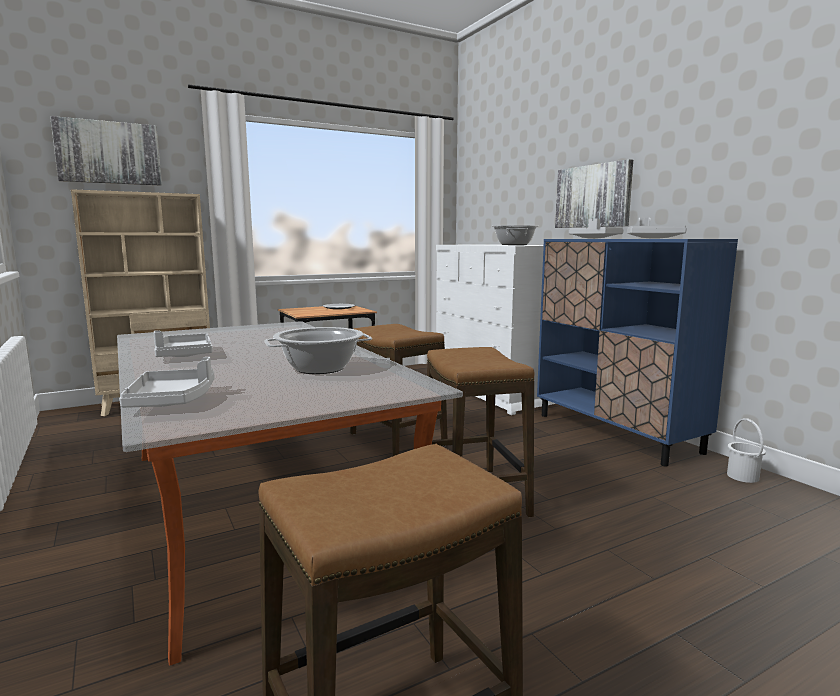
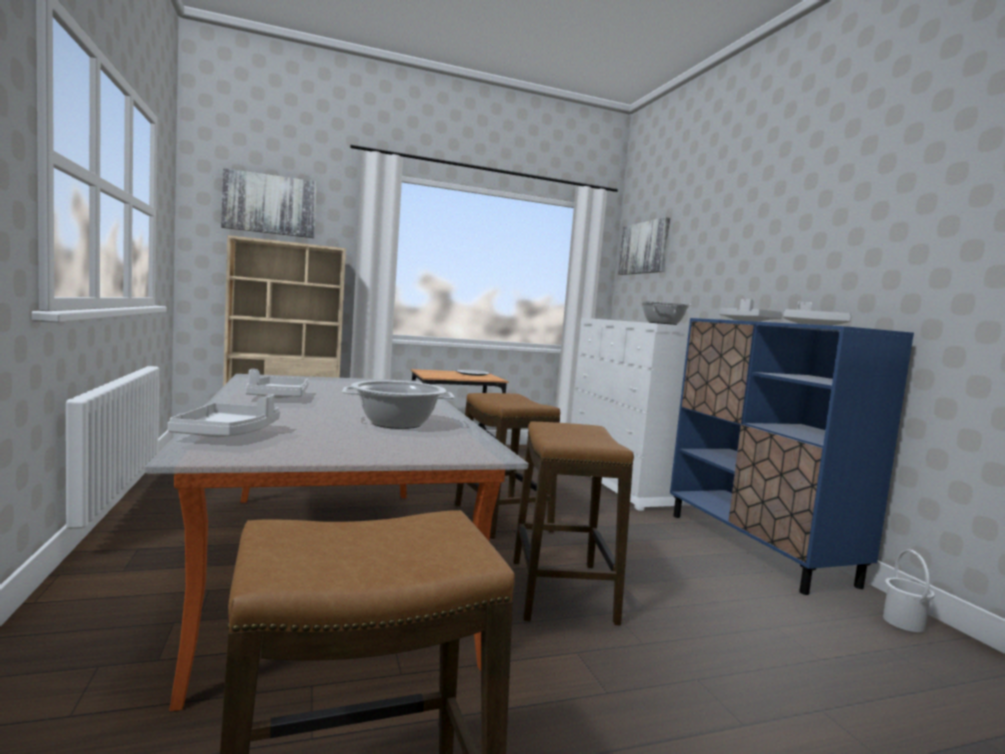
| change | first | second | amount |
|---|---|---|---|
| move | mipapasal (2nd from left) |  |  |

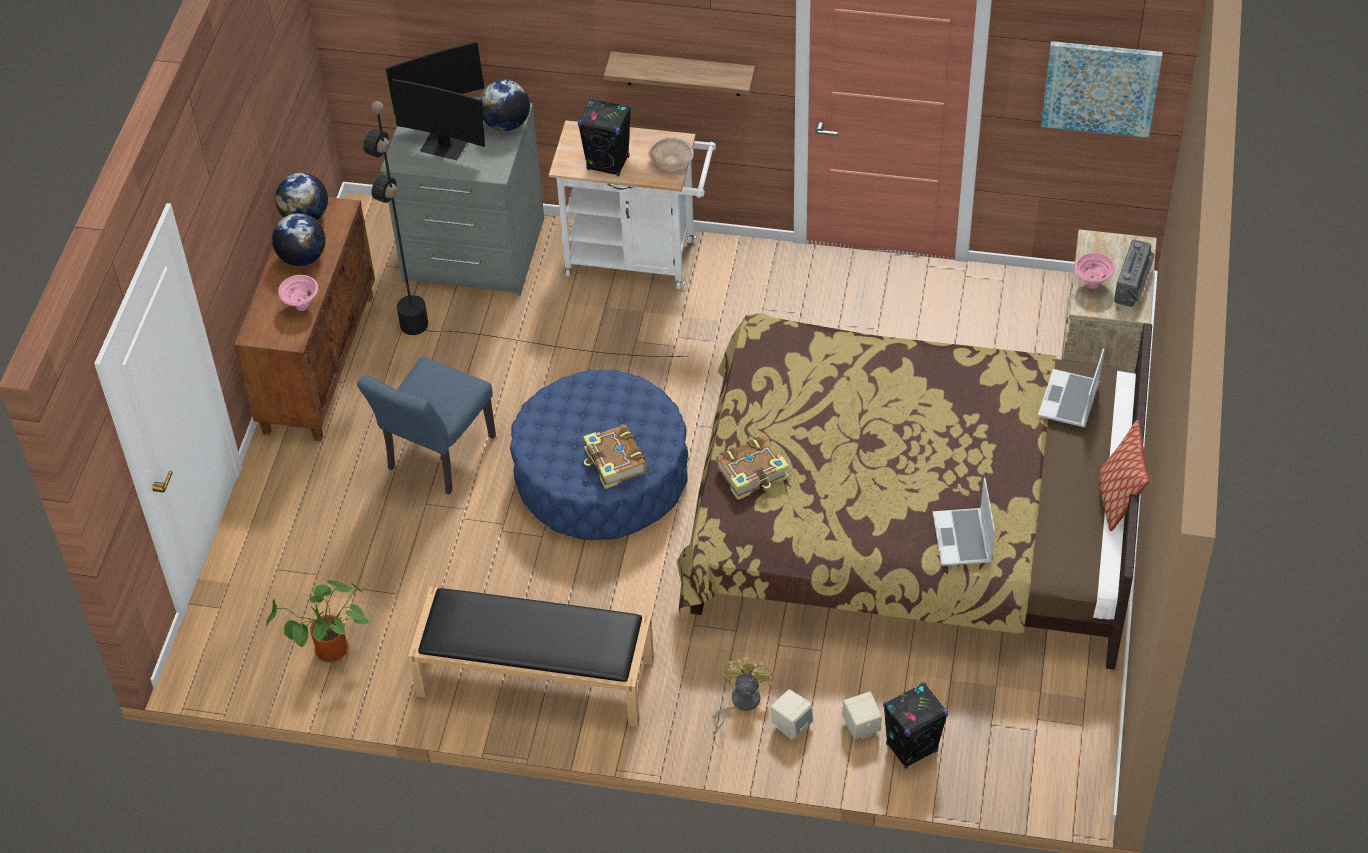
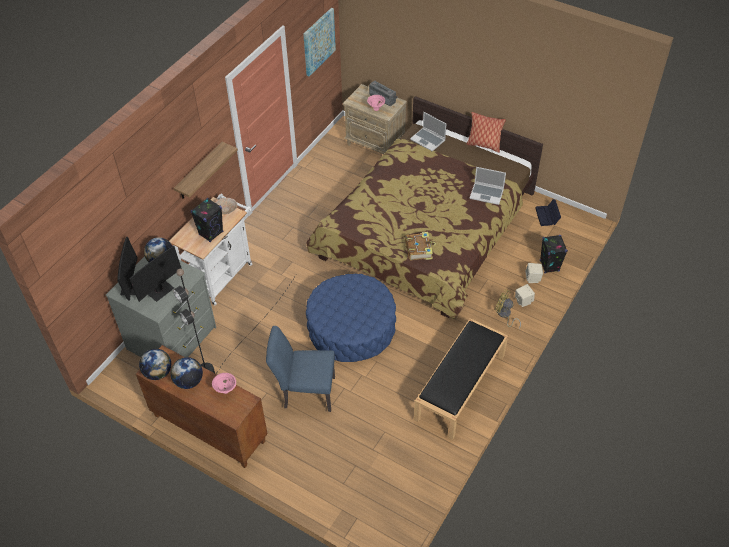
| change | first | second | amount |
|---|---|---|---|
| rotate | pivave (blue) |  | 135 degrees clockwise |
| insert |  | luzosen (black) |  |
| delete | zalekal |  |  |
| delete | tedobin (1st from left) |  |  |

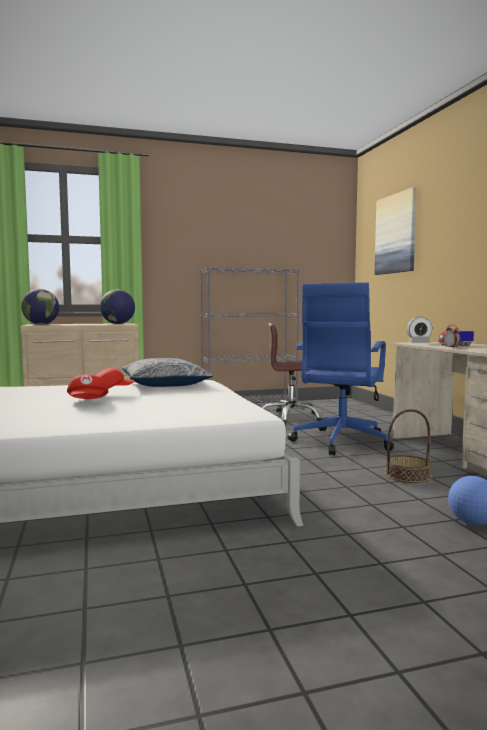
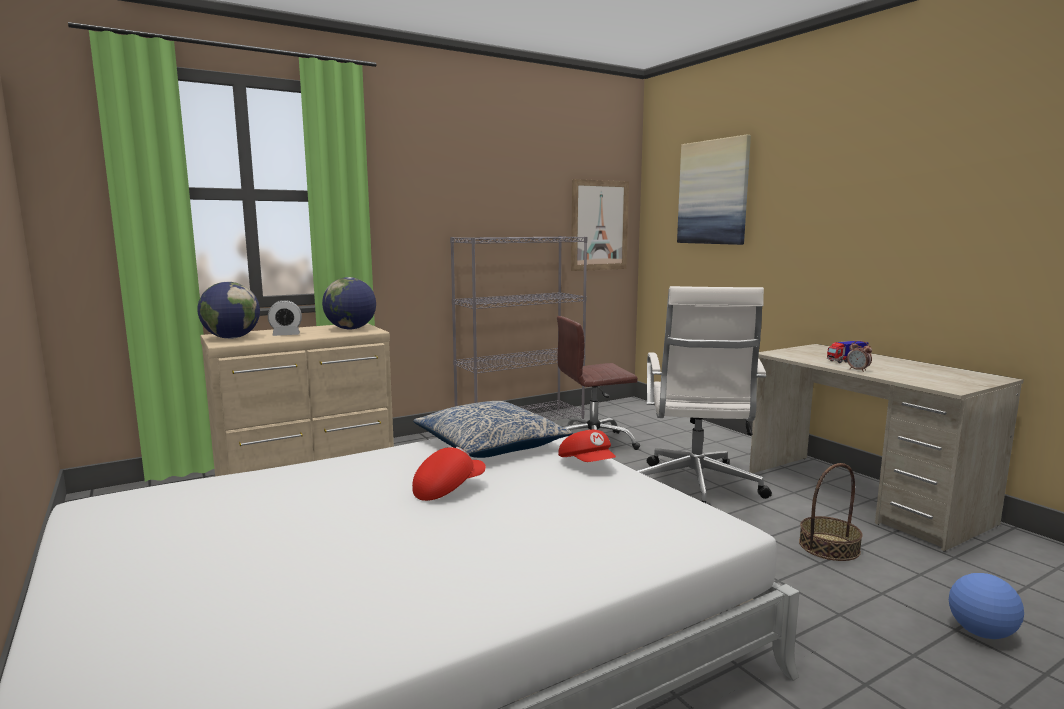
| change | first | second | amount |
|---|---|---|---|
| move | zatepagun (1st from left) |  |  |
| move | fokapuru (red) (1st from left in the first image) | fokapuru (red) (2nd from left) |  |
| insert |  | mipapasal (1st from left) |  |
| recolor | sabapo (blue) | sabapo (white) |  |

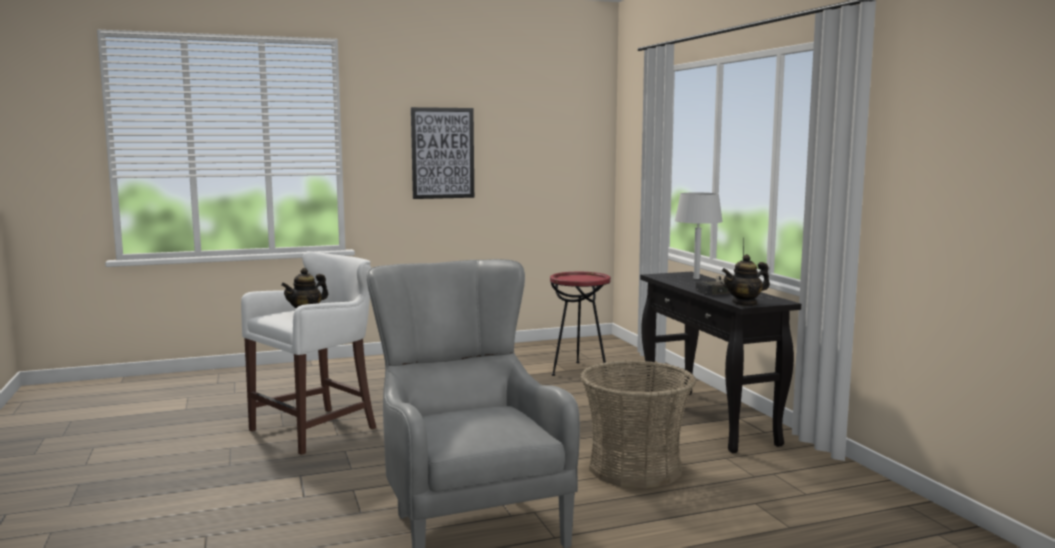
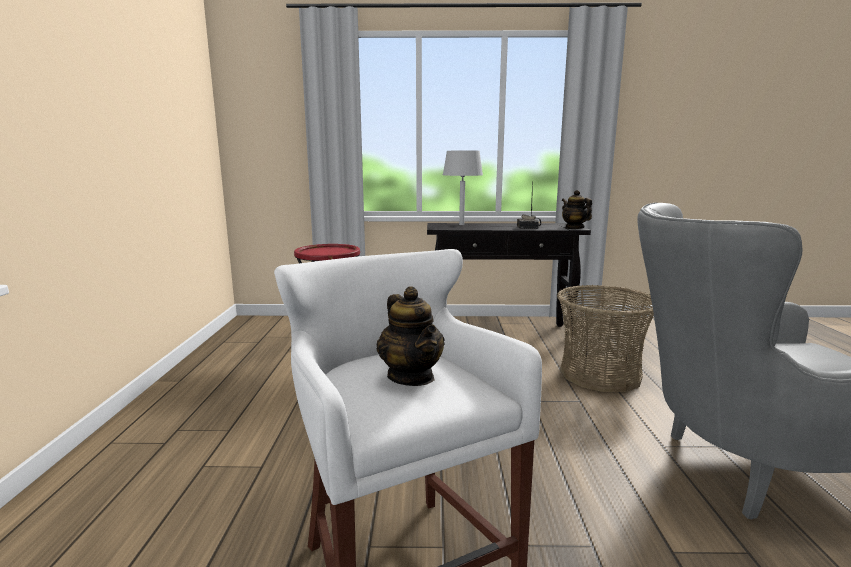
| change | first | second | amount |
|---|---|---|---|
| rotate | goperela (2nd from left) |  | 150 degrees clockwise |
| delete | mipapasal |  |  |

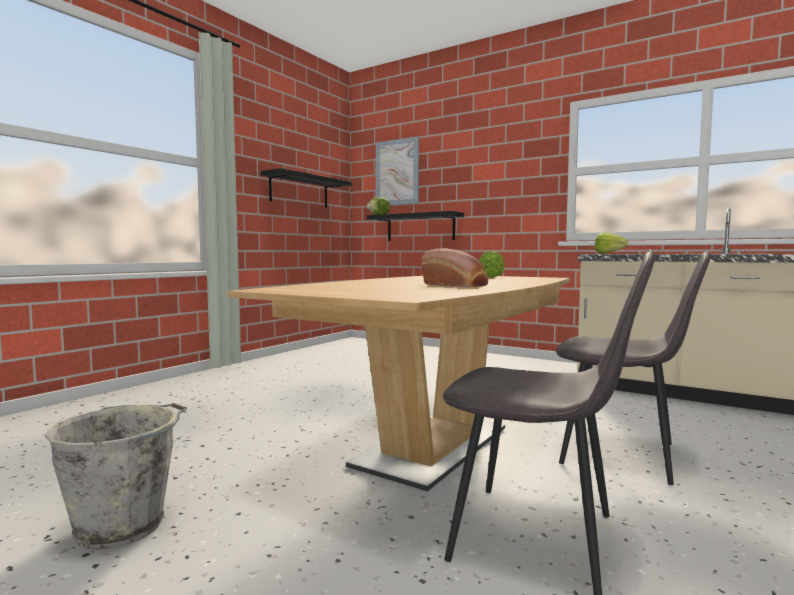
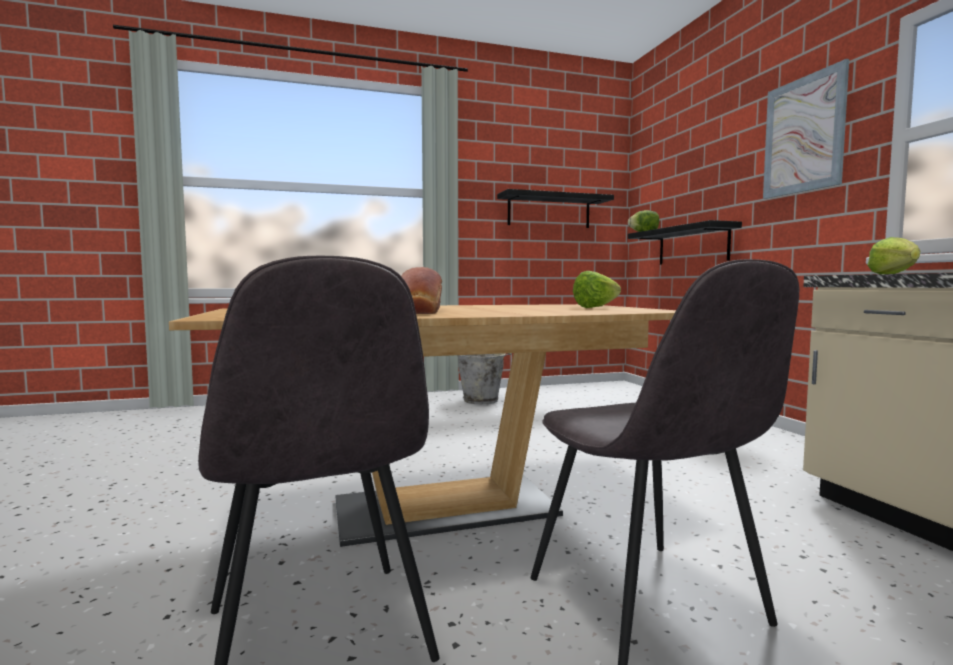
| change | first | second | amount |
|---|---|---|---|
| move | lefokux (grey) |  |  |
| move | mipapasal |  |  |

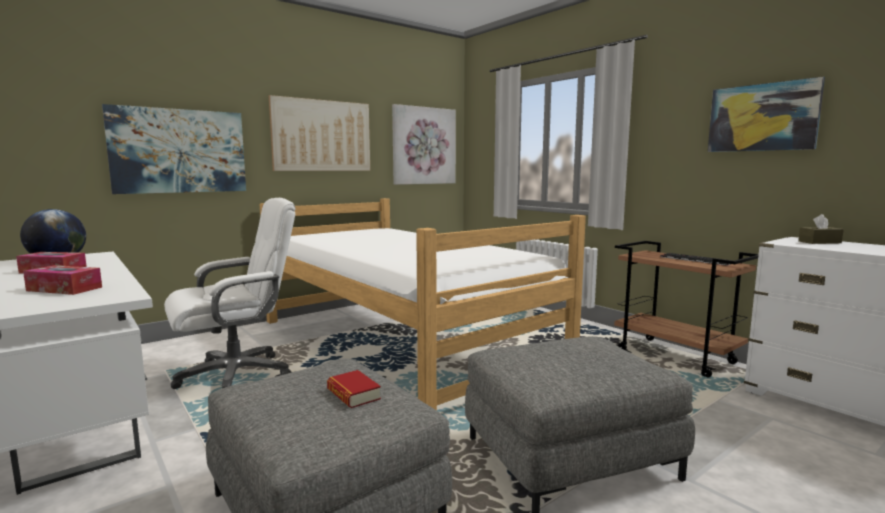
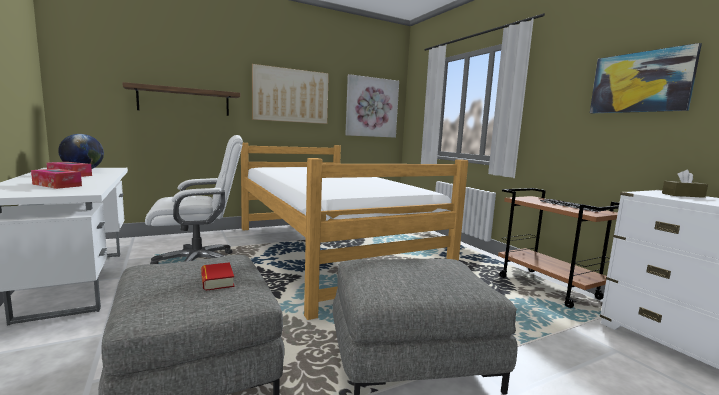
| change | first | second | amount |
|---|---|---|---|
| replace | mipapasal (1st from left) | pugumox |  |

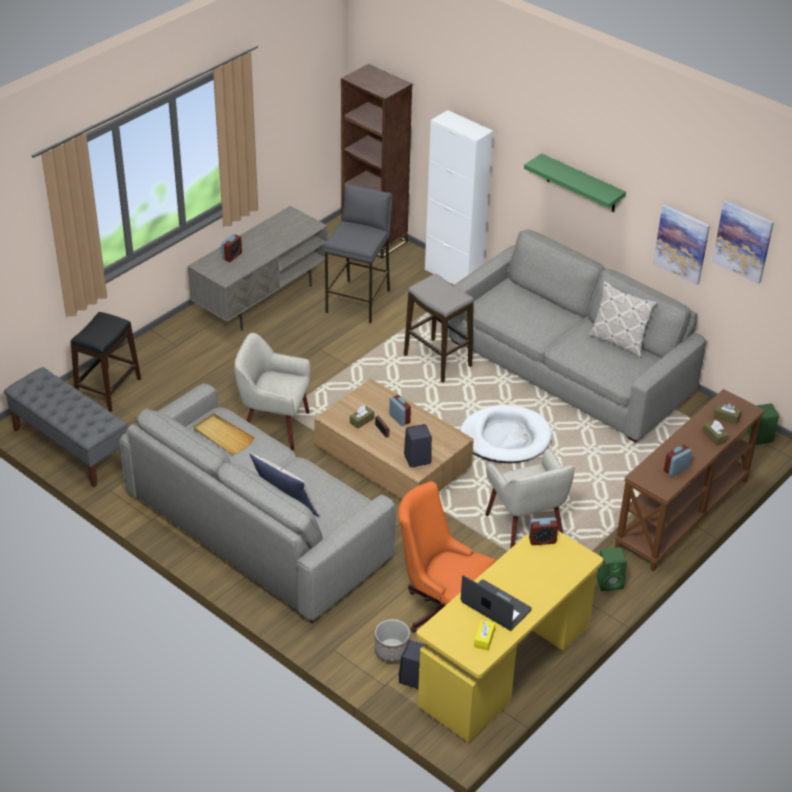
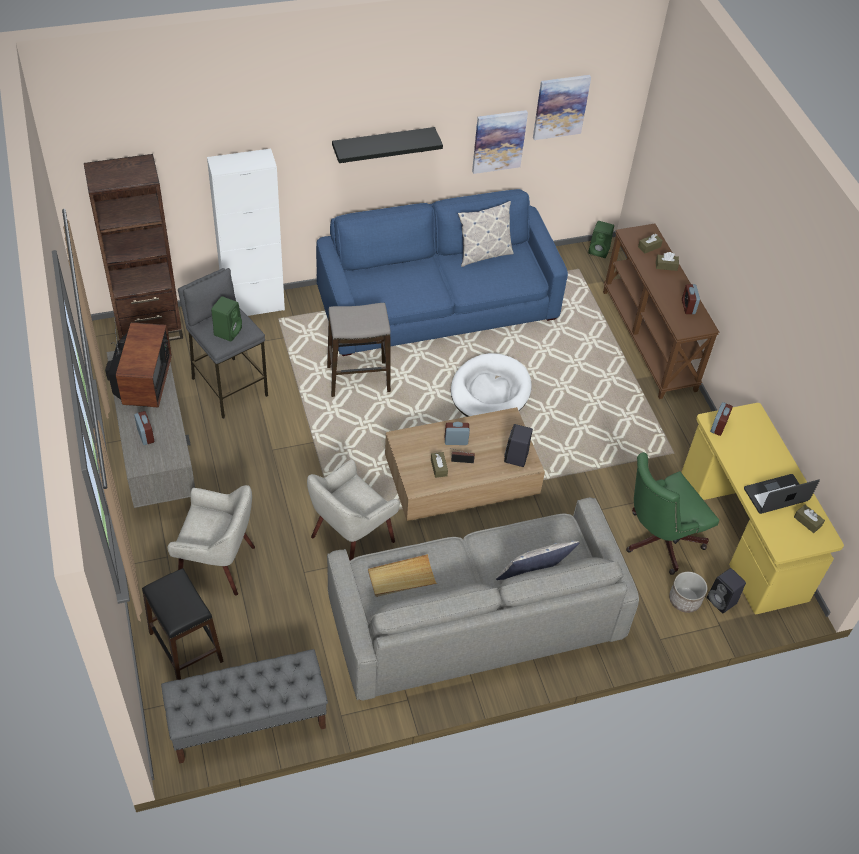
| change | first | second | amount |
|---|---|---|---|
| insert |  | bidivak |  |
| move | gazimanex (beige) (2nd from left in the first image) | gazimanex (beige) (1st from left) |  |
| move | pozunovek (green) (1st from left) |  |  |
| recolor | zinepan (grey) (2nd from left) | zinepan (blue) |  |
| recolor | pugumox (green) | pugumox (black) |  |
| recolor | sabapo (orange) | sabapo (green) |  |
| recolor | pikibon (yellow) | pikibon (brown) (4th from left) |  |

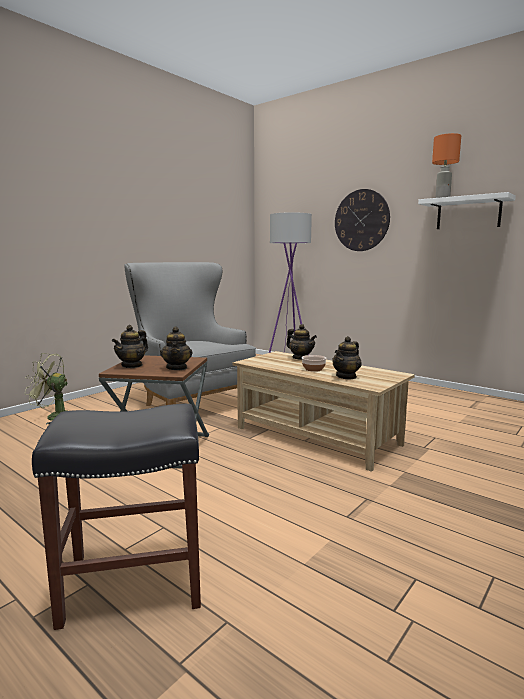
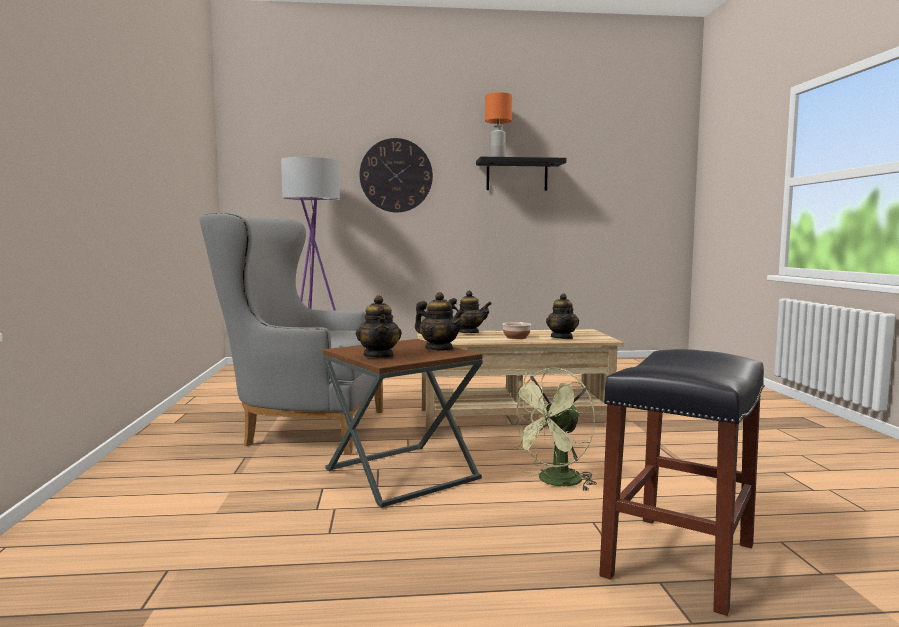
| change | first | second | amount |
|---|---|---|---|
| recolor | pugumox (white) | pugumox (black) |  |
| move | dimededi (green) |  |  |

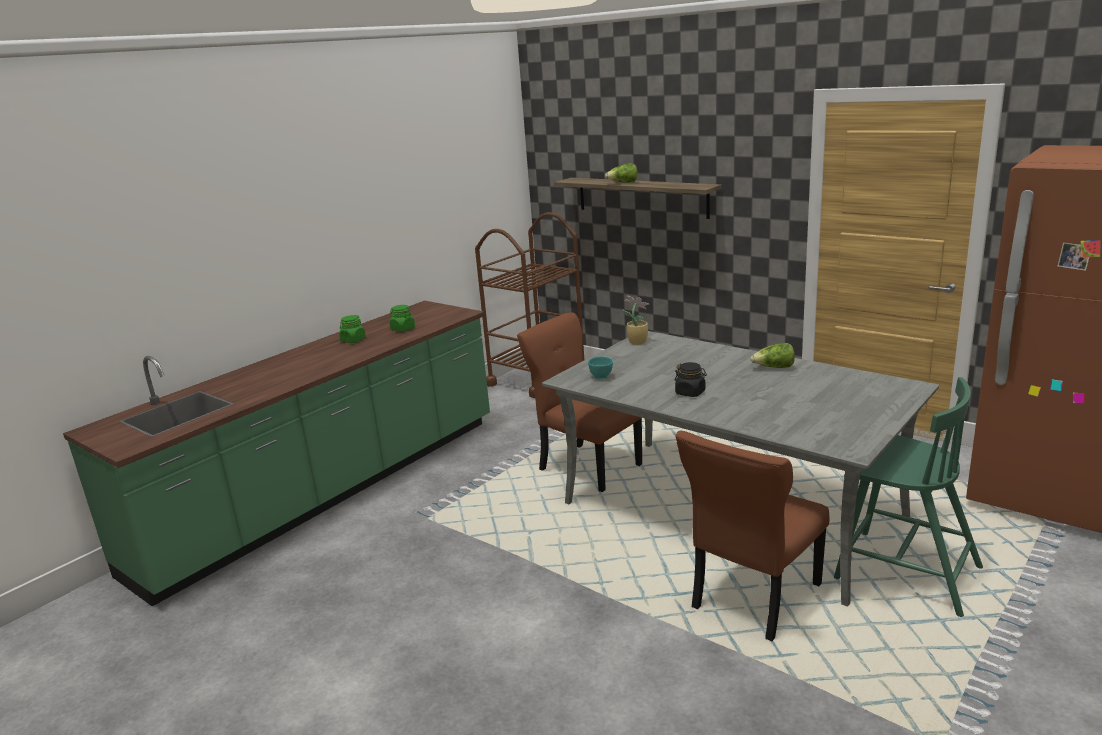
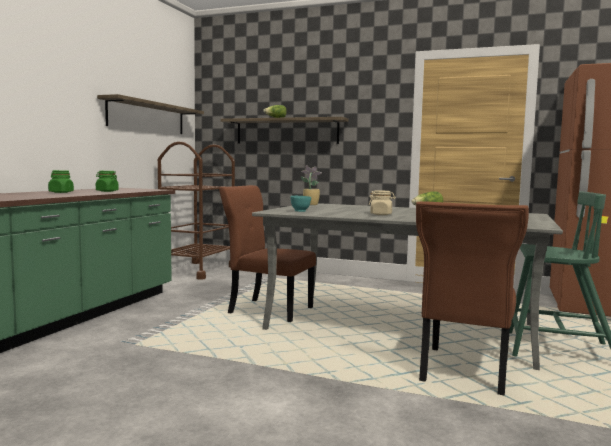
| change | first | second | amount |
|---|---|---|---|
| insert |  | pugumox (1st from left) |  |
| recolor | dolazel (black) | dolazel (beige) |  |

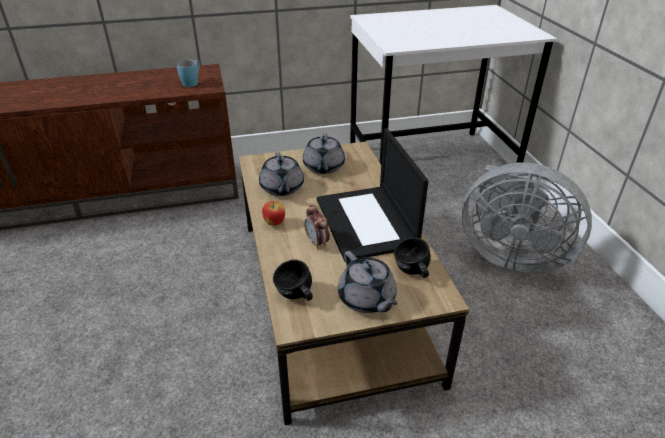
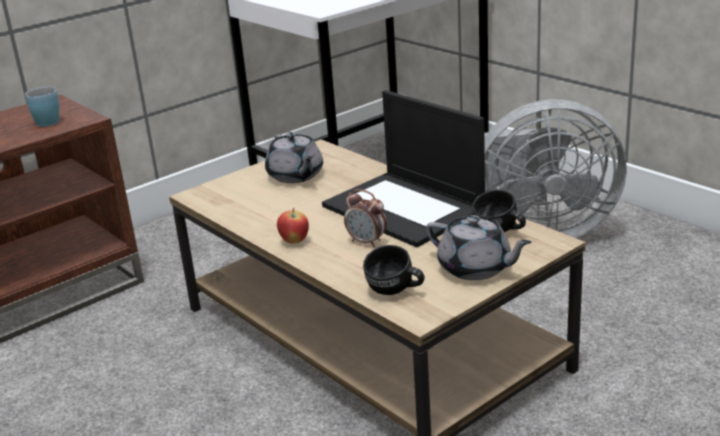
| change | first | second | amount |
|---|---|---|---|
| delete | goperela (grey) (1st from left) |  |  |

